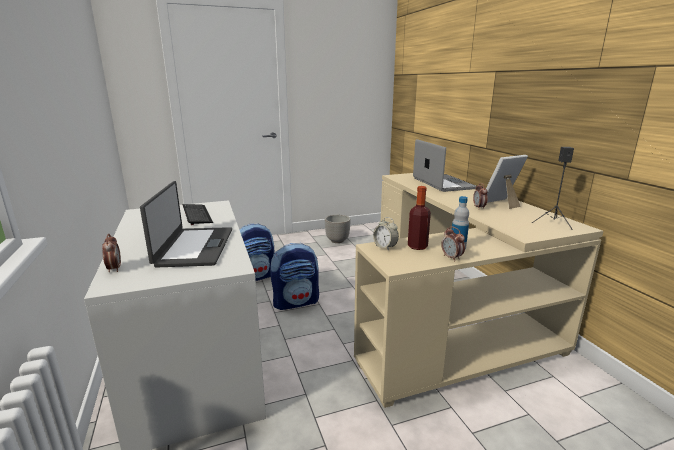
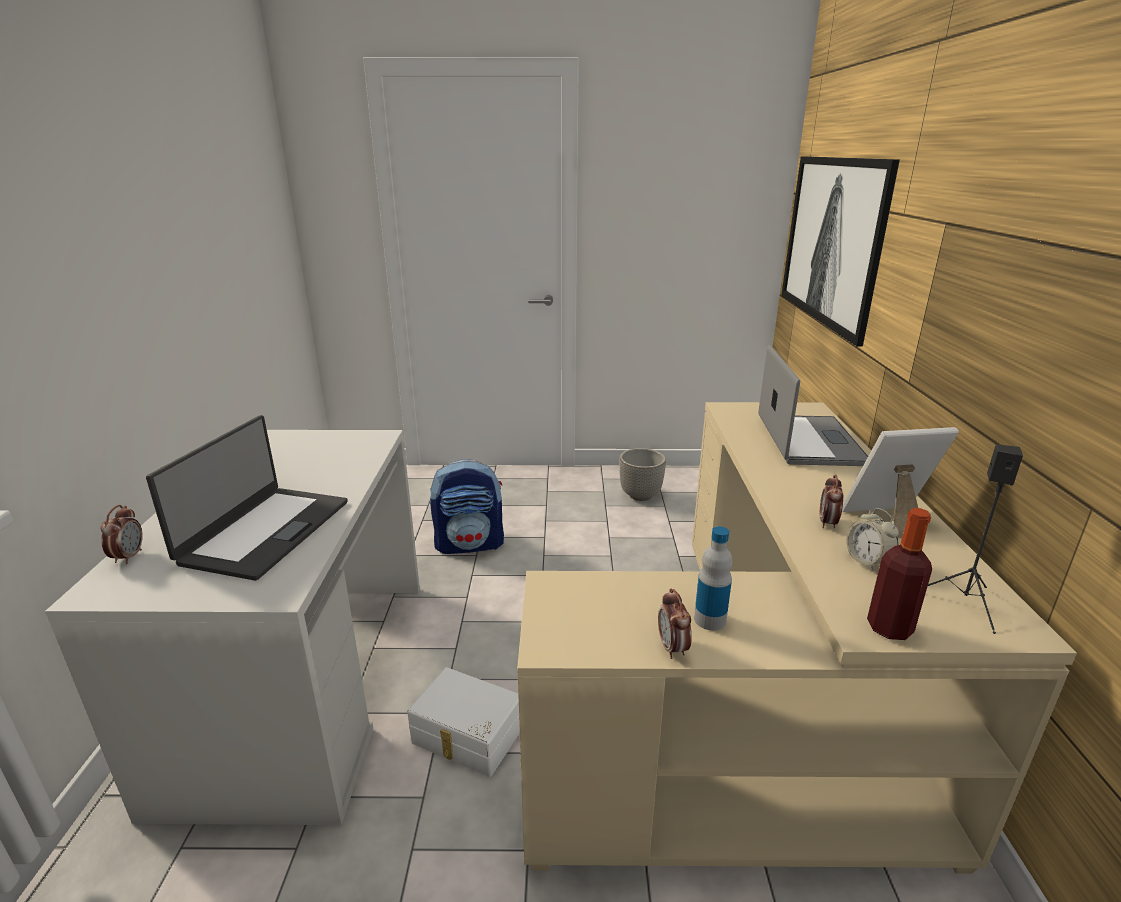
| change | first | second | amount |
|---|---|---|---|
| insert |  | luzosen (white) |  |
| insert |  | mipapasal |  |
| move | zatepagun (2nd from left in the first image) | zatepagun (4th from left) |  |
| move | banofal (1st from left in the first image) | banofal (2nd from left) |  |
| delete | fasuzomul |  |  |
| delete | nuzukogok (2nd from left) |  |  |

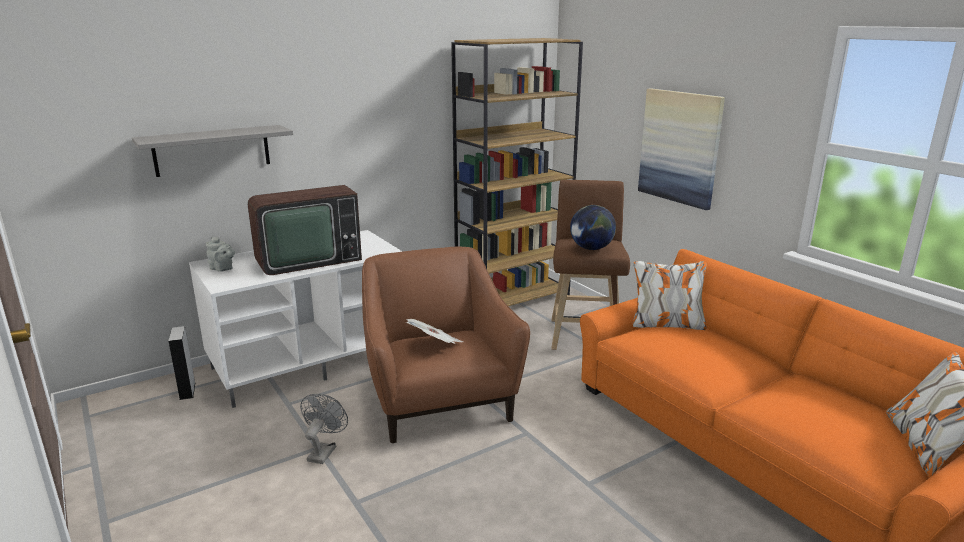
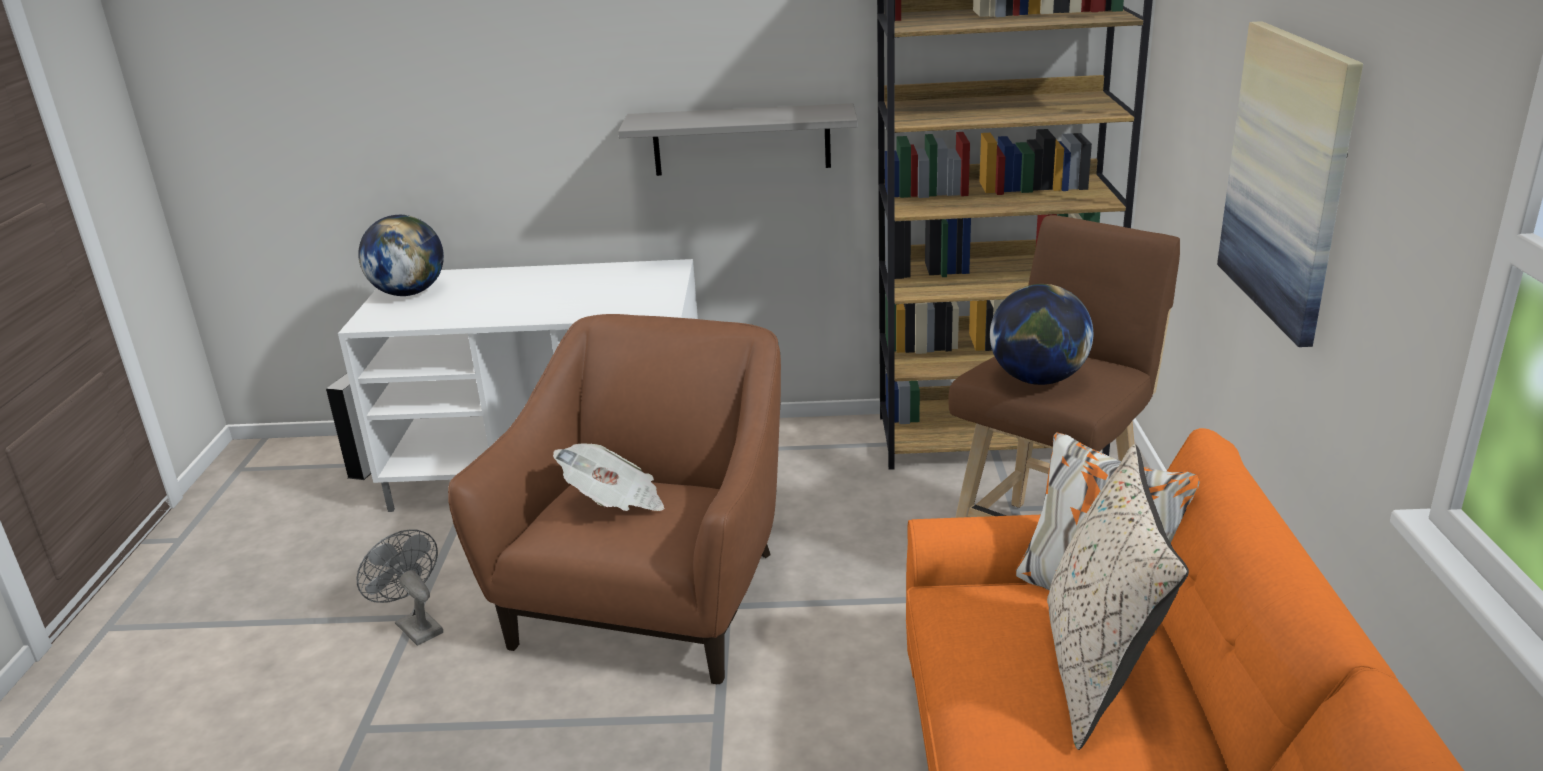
| change | first | second | amount |
|---|---|---|---|
| rotate | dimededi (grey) |  | 90 degrees counterclockwise |
| replace | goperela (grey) | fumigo (1st from left) |  |
| move | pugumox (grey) |  |  |
| insert |  | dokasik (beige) |  |
| delete | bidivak |  |  |

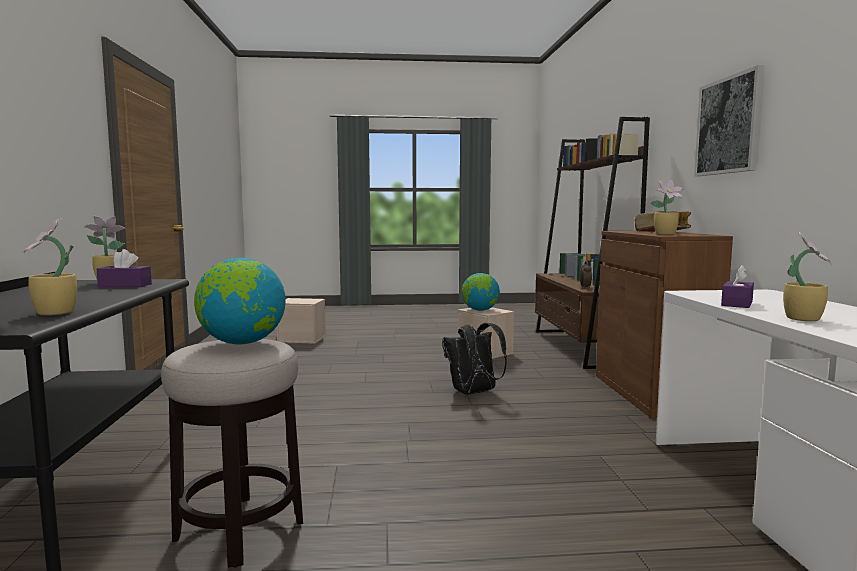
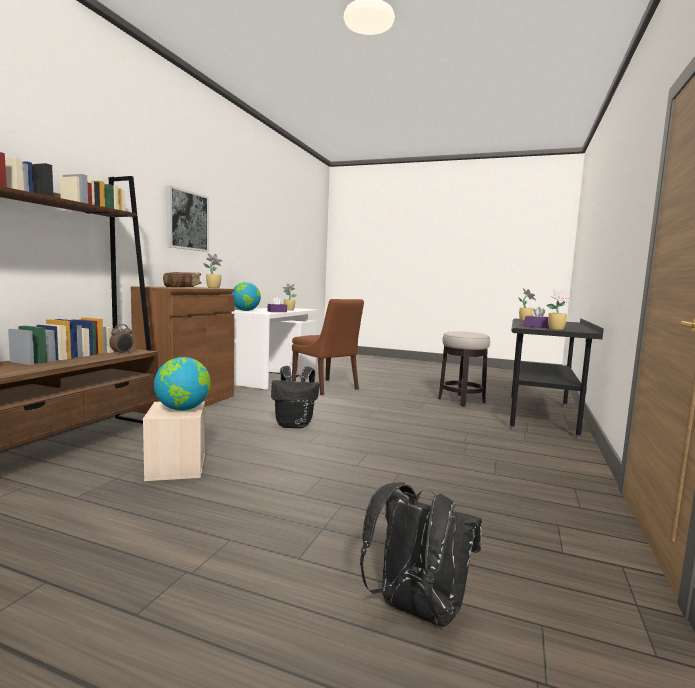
| change | first | second | amount |
|---|---|---|---|
| move | fumigo (1st from left in the first image) | fumigo (2nd from left) |  |
| insert |  | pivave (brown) |  |
| replace | luzosen (beige) (1st from left) | nuzukogok (black) (2nd from left) |  |

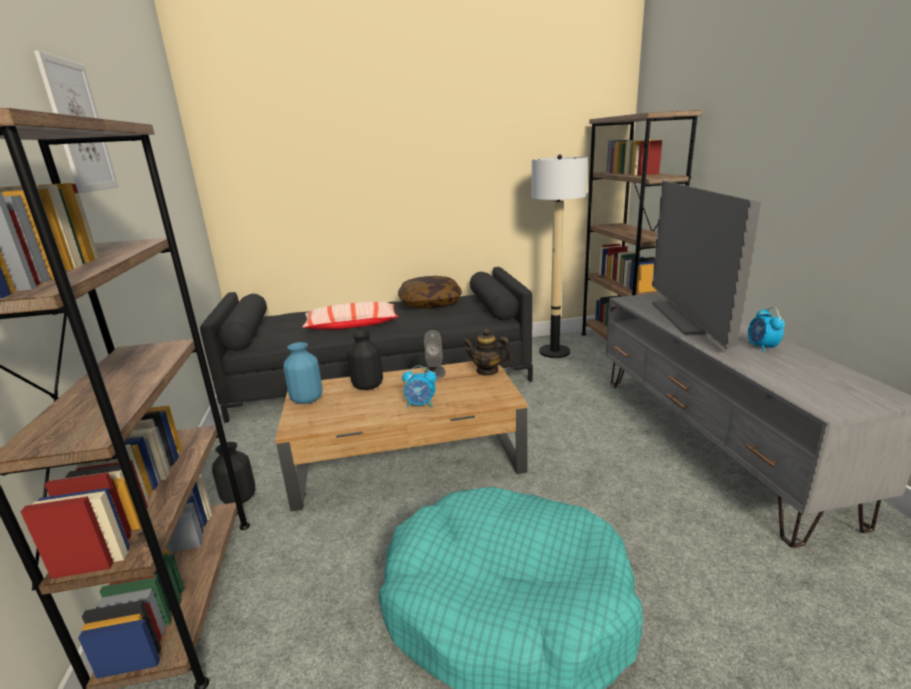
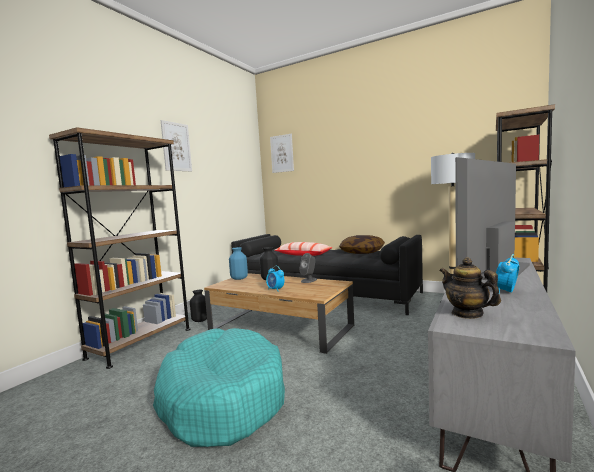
| change | first | second | amount |
|---|---|---|---|
| insert |  | mipapasal (2nd from left) |  |
| move | goperela |  |  |

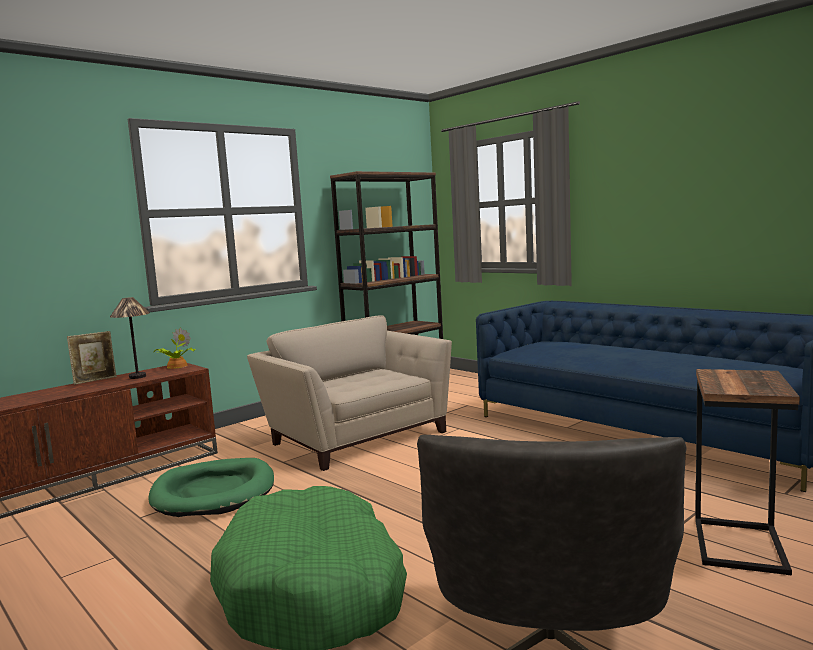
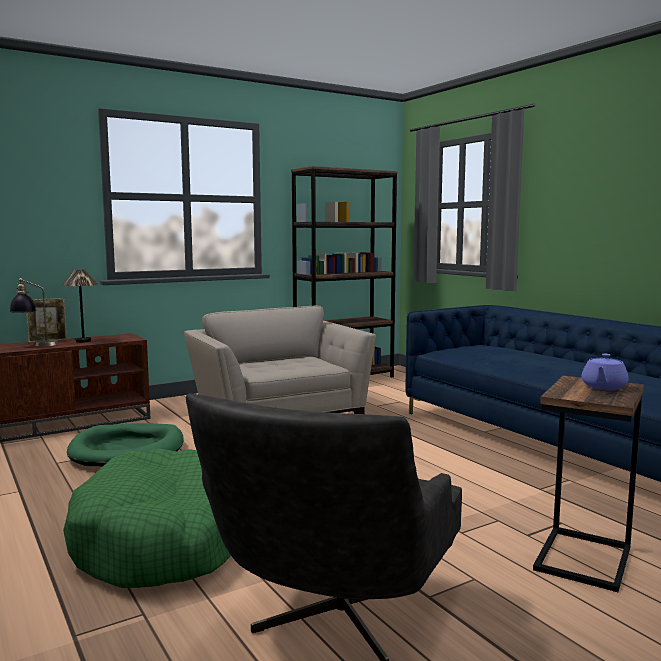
| change | first | second | amount |
|---|---|---|---|
| insert |  | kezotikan (1st from left) |  |
| insert |  | goperela (purple) |  |
| delete | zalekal |  |  |

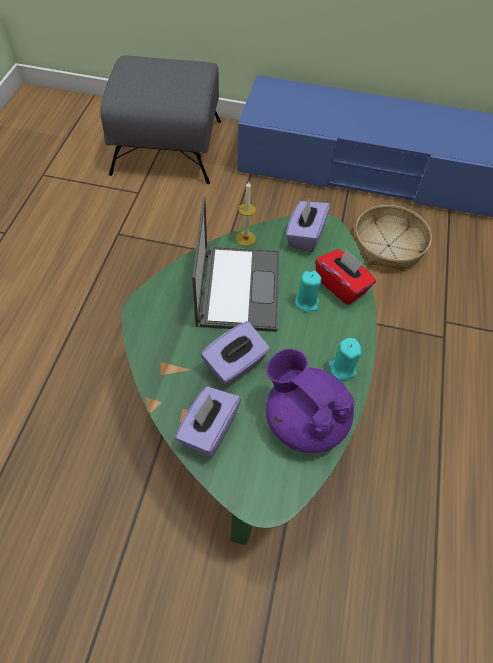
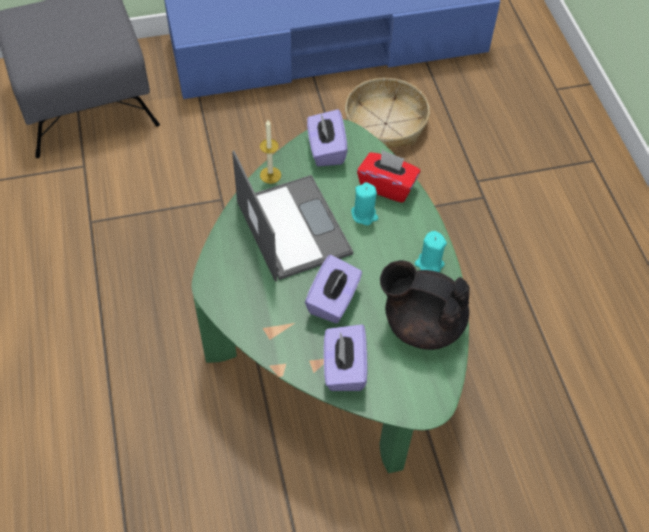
| change | first | second | amount |
|---|---|---|---|
| recolor | goperela (purple) | goperela (black) |  |

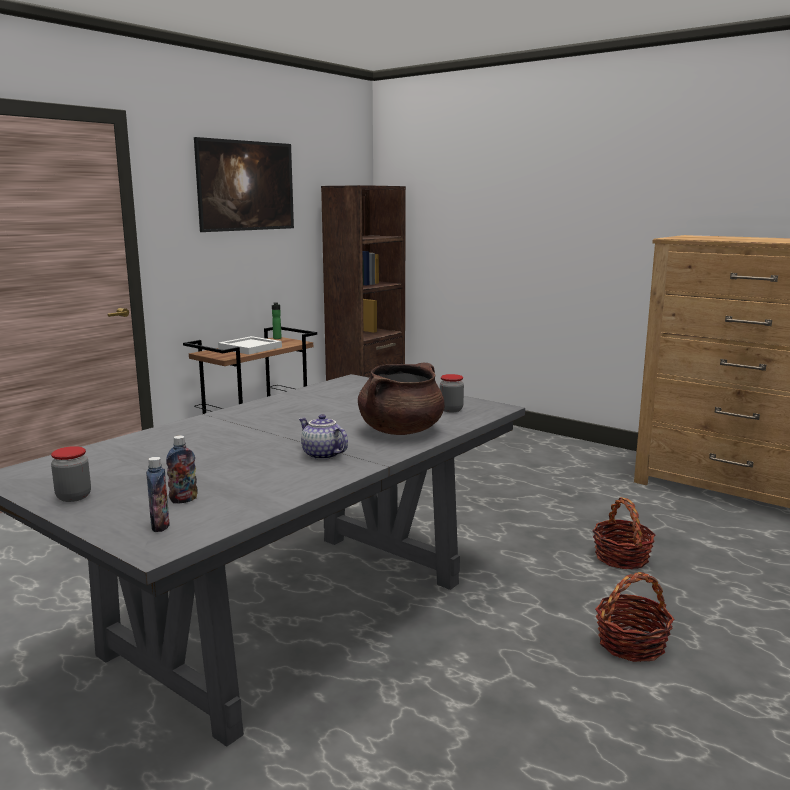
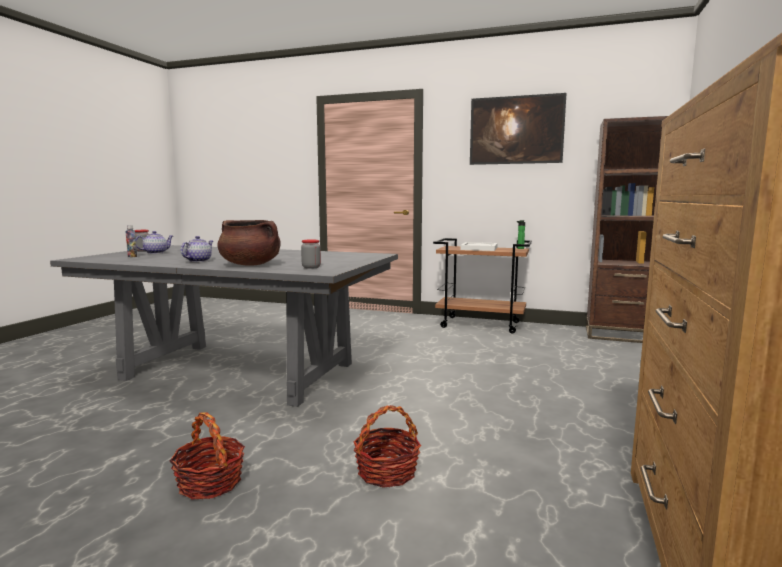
| change | first | second | amount |
|---|---|---|---|
| insert |  | goperela (1st from left) |  |
| delete | banofal (1st from left) |  |  |

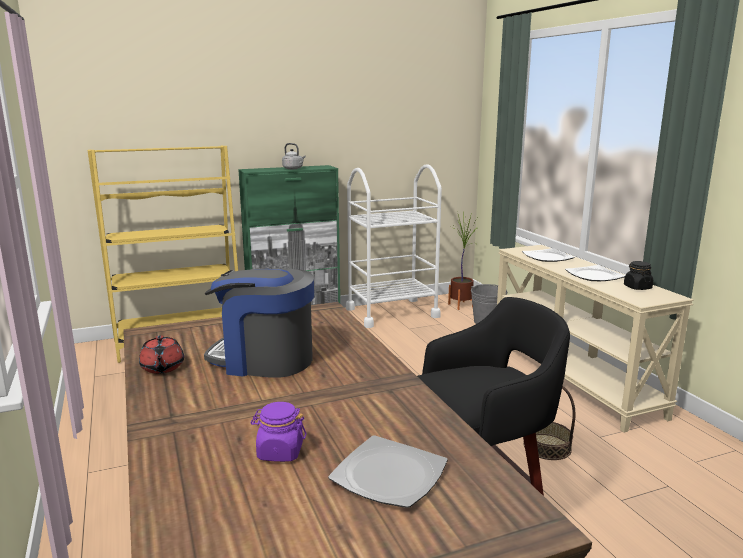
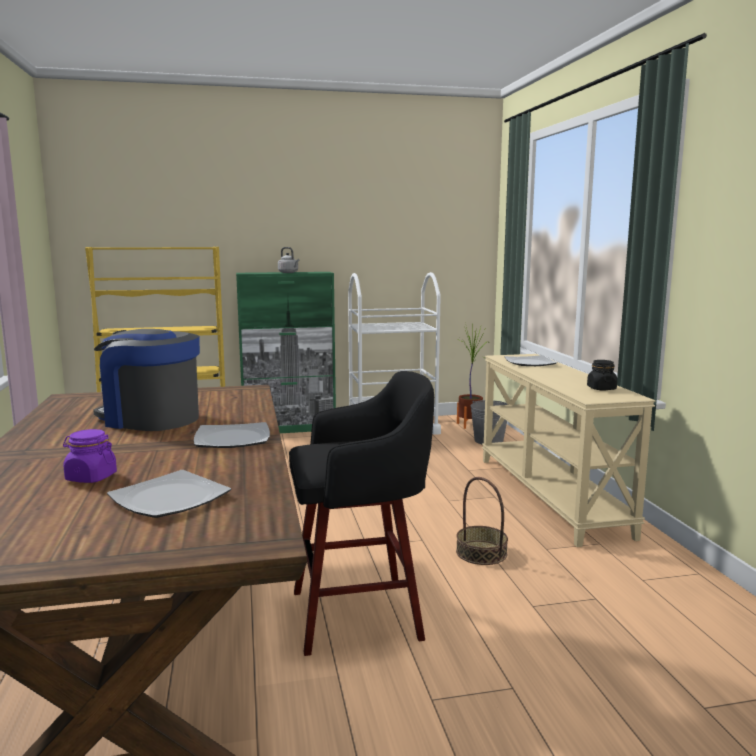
| change | first | second | amount |
|---|---|---|---|
| move | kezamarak (3rd from left in the first image) | kezamarak (2nd from left) |  |
| delete | goperela (red) |  |  |

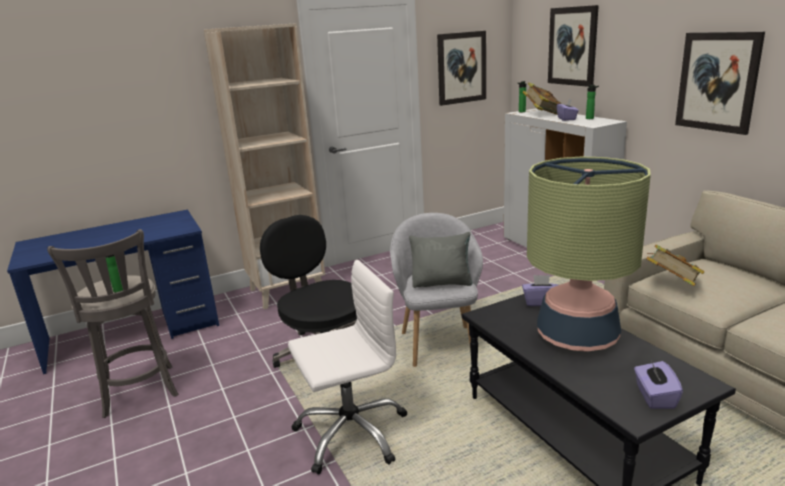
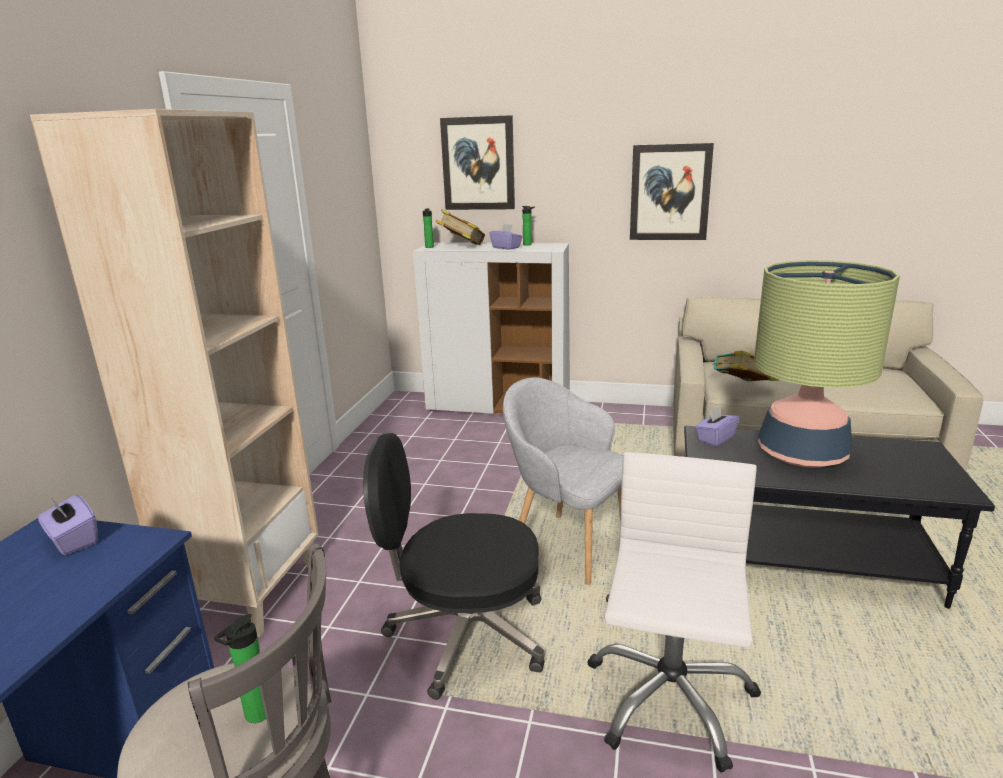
| change | first | second | amount |
|---|---|---|---|
| move | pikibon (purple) (3rd from left in the first image) | pikibon (purple) (1st from left) |  |
| delete | dokasik (grey) |  |  |
| delete | mipapasal (1st from left) |  |  |

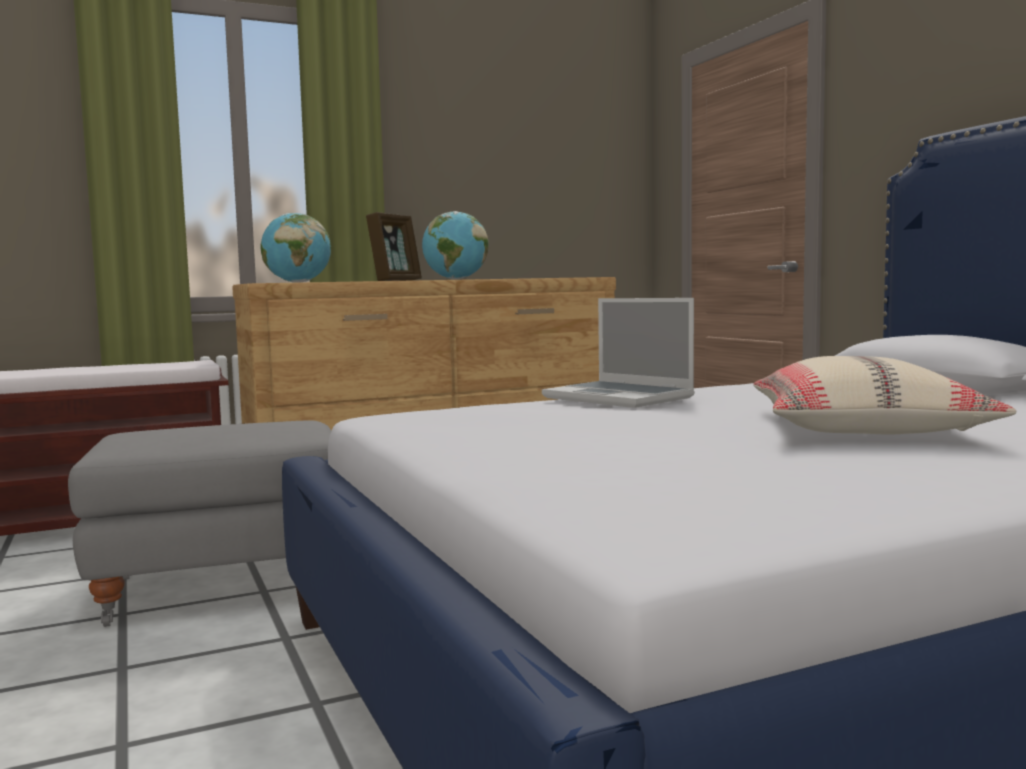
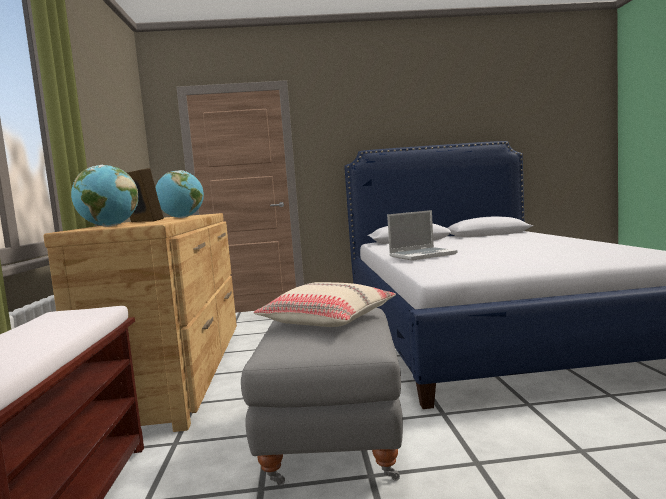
| change | first | second | amount |
|---|---|---|---|
| move | dokasik (beige) |  |  |

